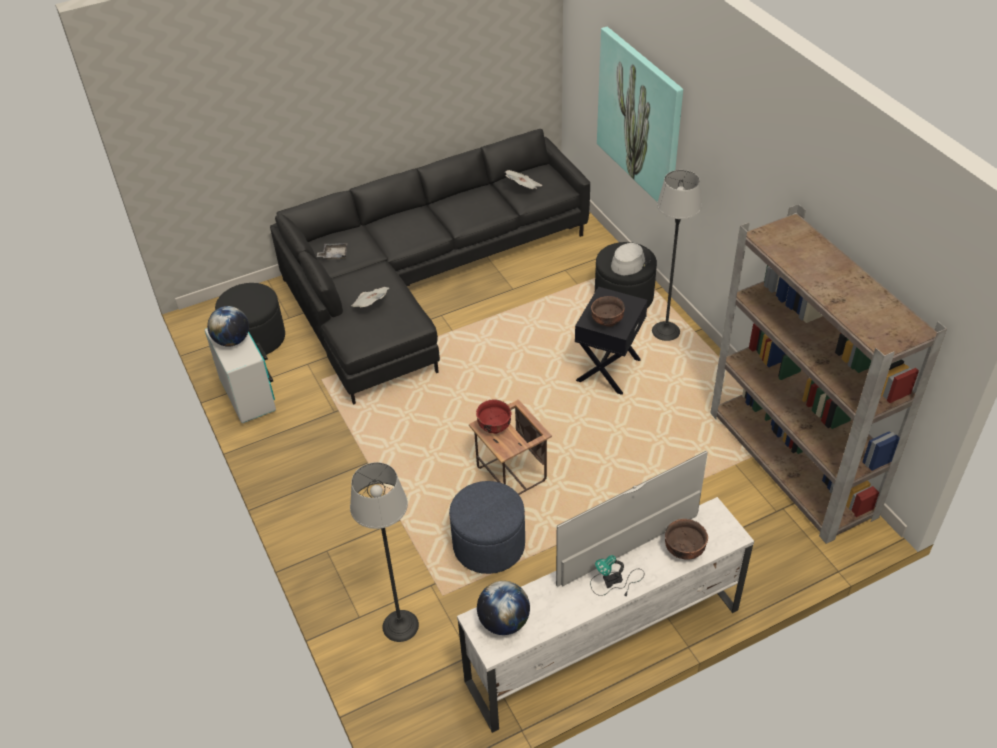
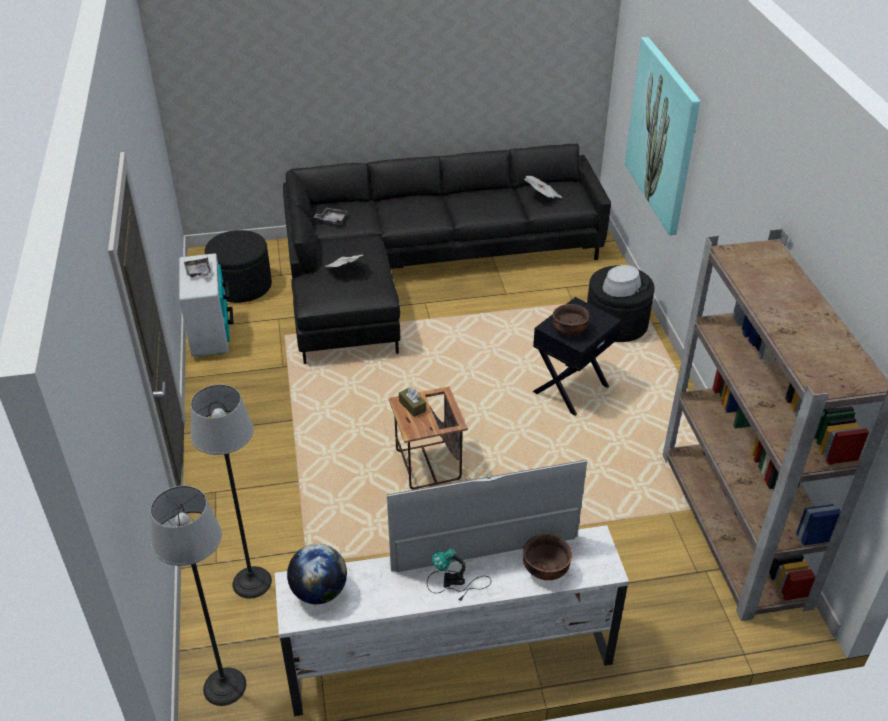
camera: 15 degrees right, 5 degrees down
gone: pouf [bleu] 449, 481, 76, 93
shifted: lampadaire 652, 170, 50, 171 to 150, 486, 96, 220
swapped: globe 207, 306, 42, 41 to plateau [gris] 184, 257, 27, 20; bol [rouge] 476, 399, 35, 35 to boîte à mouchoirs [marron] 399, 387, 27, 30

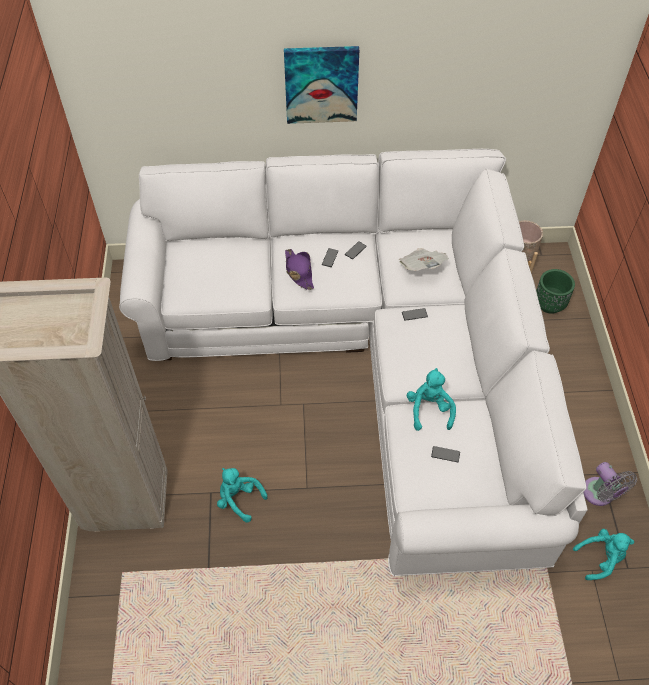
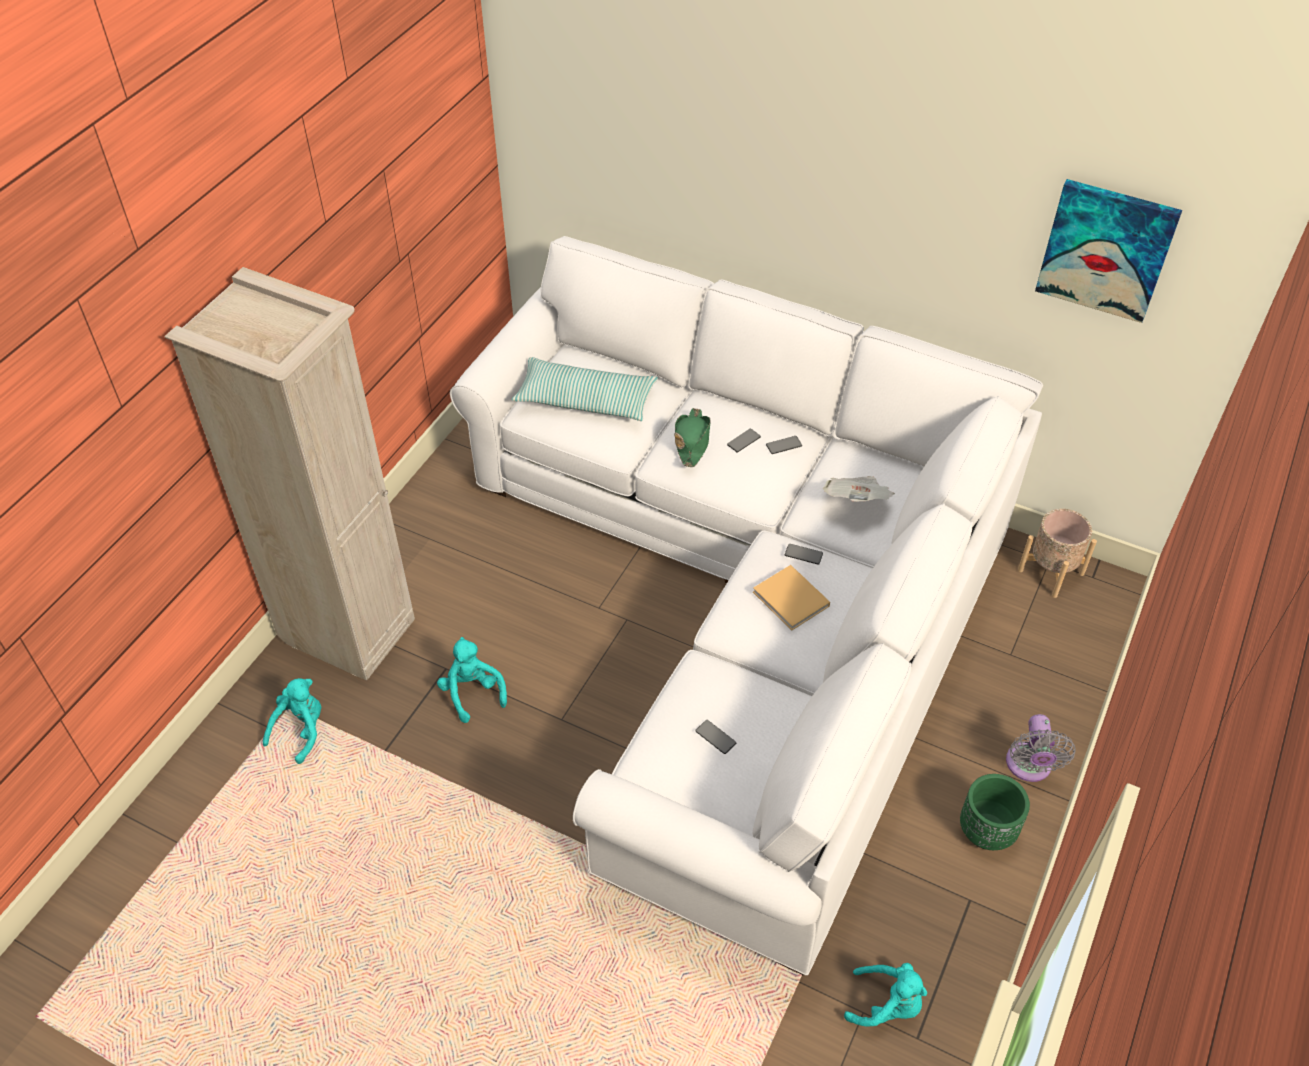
camera: 30 degrees right, 5 degrees down
new: coussin 512, 357, 146, 64; livre [beige] 753, 565, 77, 65
shifted: peluche [turquoise] 407, 368, 49, 63 to 263, 678, 58, 86; cache-pot [vert] 536, 269, 39, 45 to 960, 774, 70, 76; ventilateur [gris] 583, 462, 54, 44 to 1006, 714, 70, 68; tableau 284, 46, 75, 78 to 1035, 179, 147, 144
repainted: chapeau [violet] 285, 249, 29, 41 to chapeau [vert] 674, 408, 37, 59

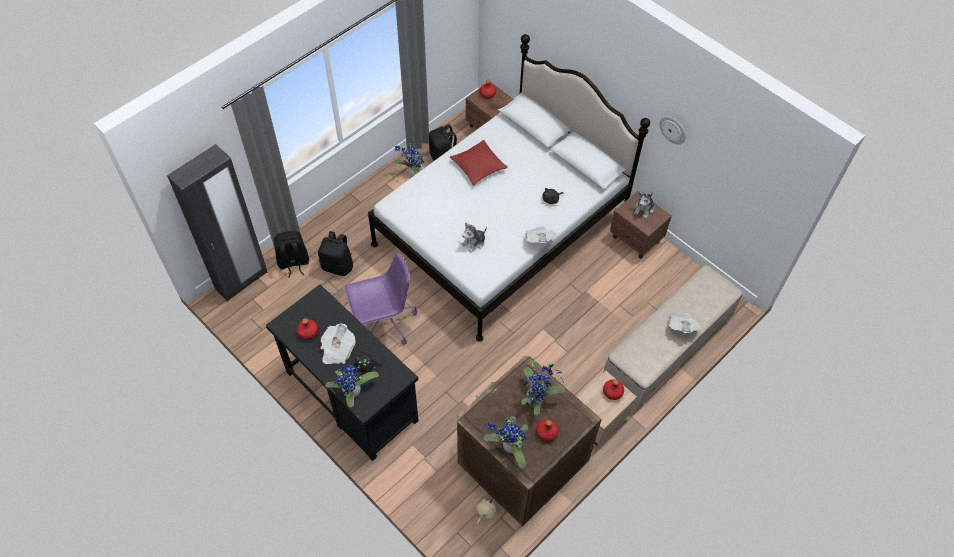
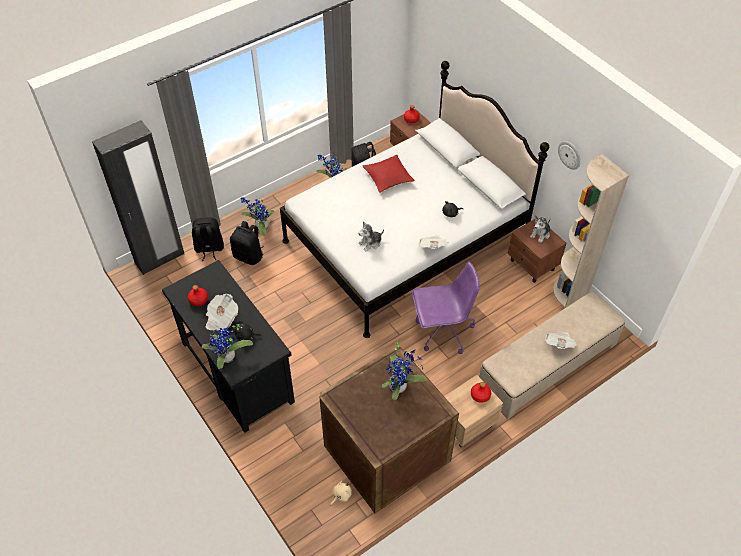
camera: 10 degrees right, 5 degrees down
gone: bouteille [rouge] 536, 419, 23, 23
new: bibliothèque [beige] 553, 154, 76, 154
shifted: plante en pot 484, 416, 44, 52 to 240, 198, 34, 38; chaise de bureau [violet] 344, 252, 73, 93 to 412, 261, 68, 93

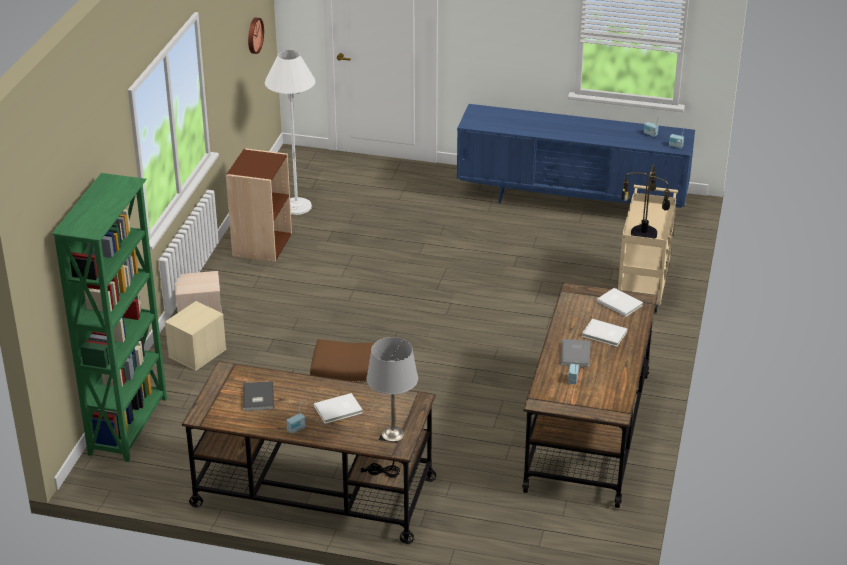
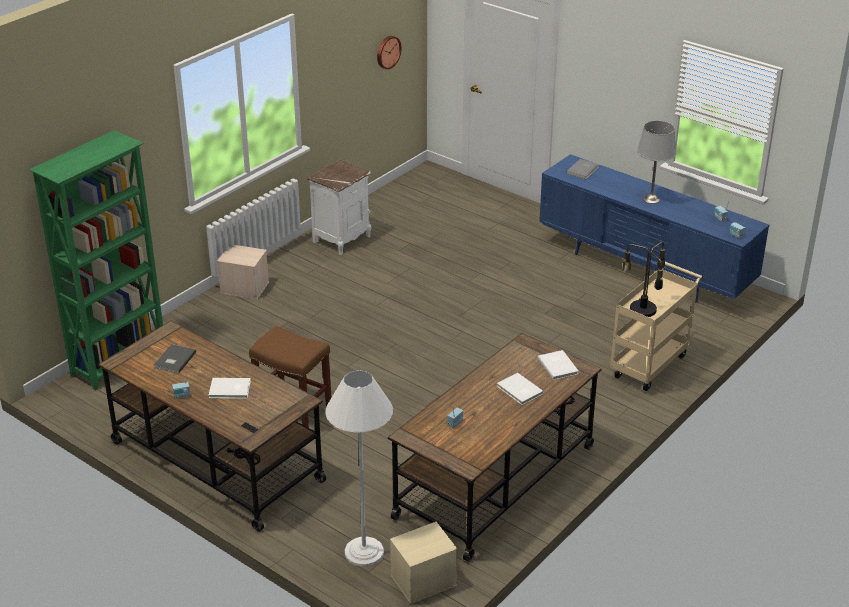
camera: 25 degrees right, 0 degrees up
shifted: lampadaire [blanc] 265, 50, 50, 165 to 325, 370, 68, 197; boîte de rangement [beige] 165, 301, 62, 70 to 390, 522, 68, 82; livre [gris] 560, 339, 31, 28 to 566, 159, 34, 20; lampe de table [gris] 367, 337, 51, 105 to 637, 121, 39, 83
swapped: bibliothèque [marron] 226, 148, 66, 114 to table de chevet [blanc] 307, 159, 64, 96

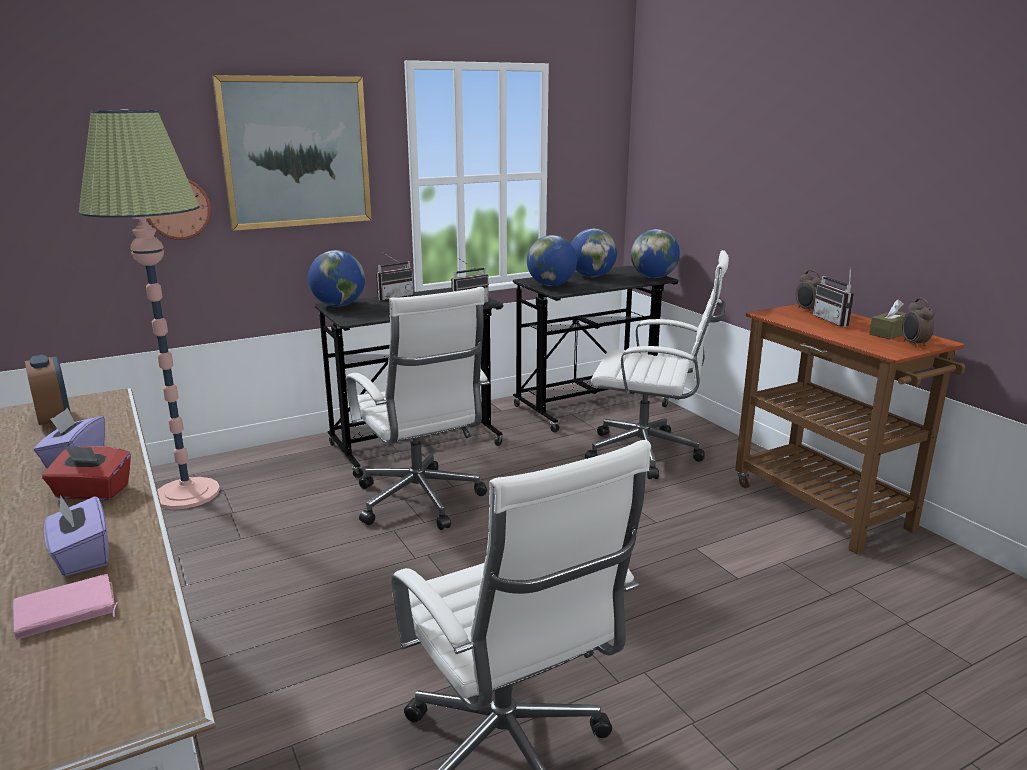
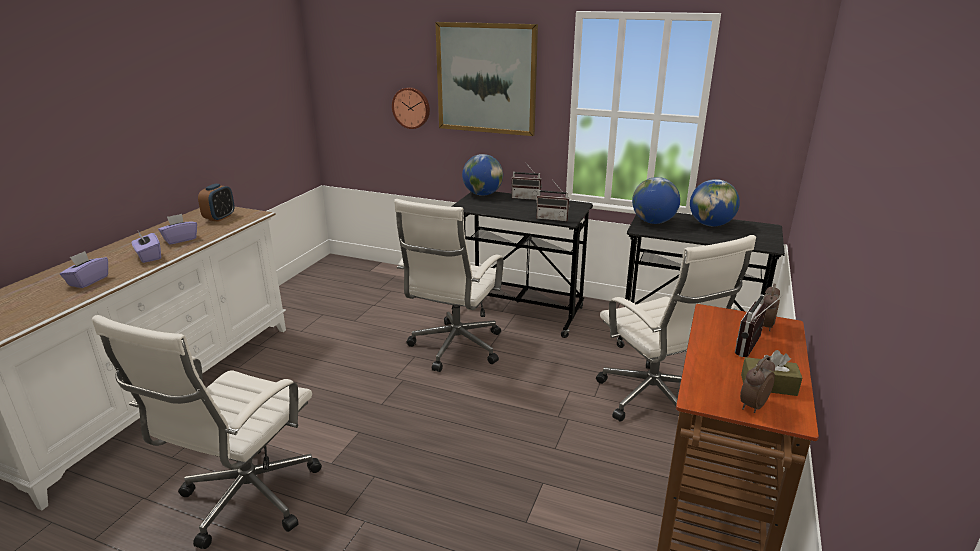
camera: 50 degrees right, 5 degrees up
gone: livre [rose] 13, 574, 105, 65; lampadaire 78, 109, 142, 401; globe 631, 229, 49, 49
repainted: boîte à mouchoirs [rouge] 42, 445, 89, 55 to boîte à mouchoirs [violet] 131, 231, 30, 32

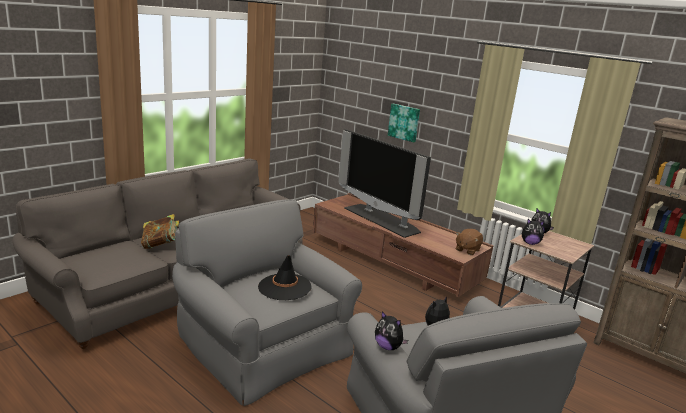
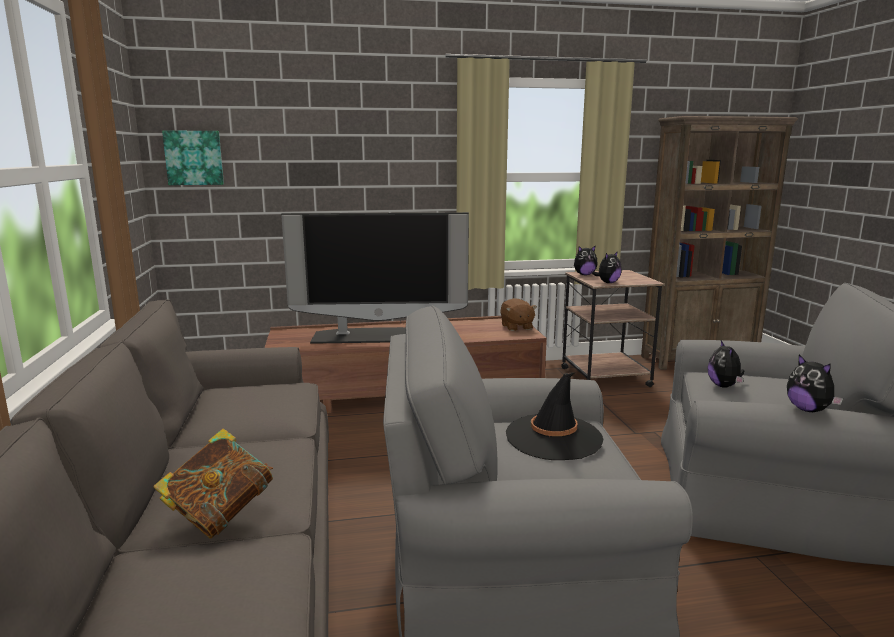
camera: 50 degrees left, 5 degrees down
shifted: tableau 388, 104, 32, 38 to 162, 130, 62, 55
rotated: peluche 375, 311, 33, 39 = 787, 354, 56, 58 75 degrees clockwise

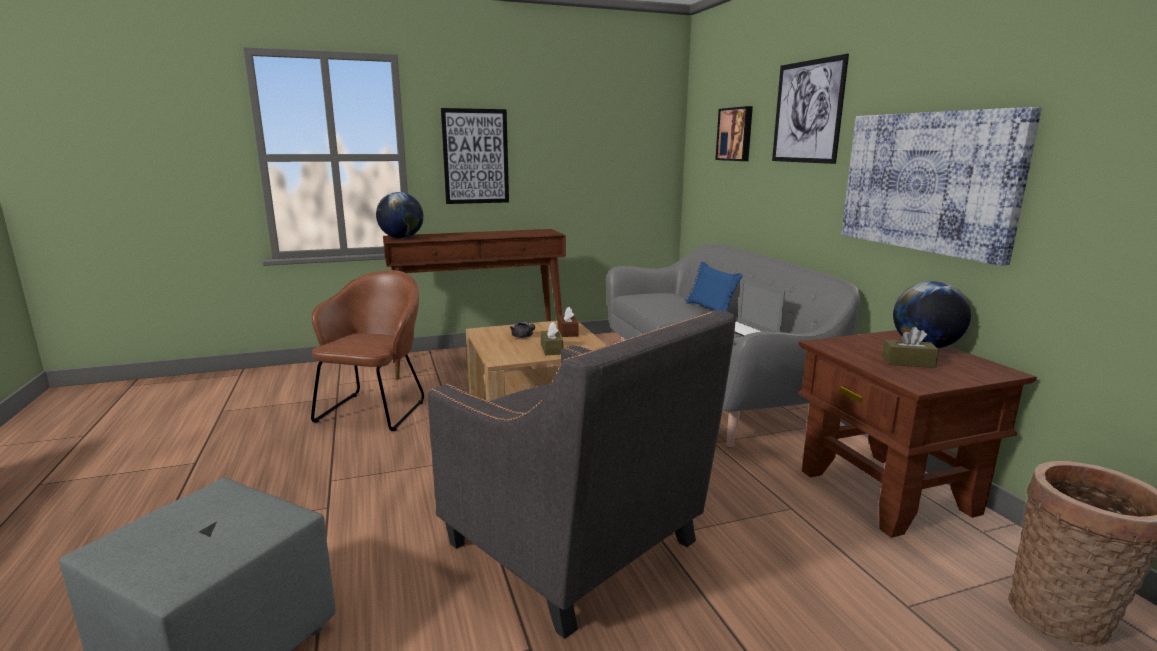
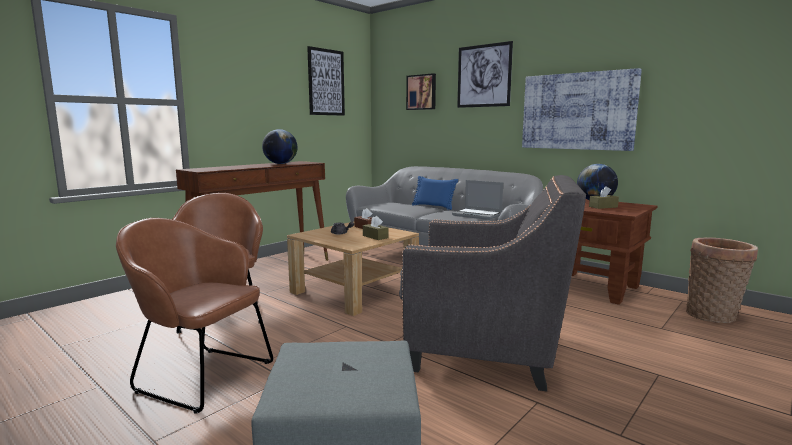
camera: 30 degrees left, 5 degrees down
new: fauteuil [marron] 116, 218, 157, 196
shifted: globe 376, 192, 48, 47 to 262, 129, 35, 35; tableau 441, 108, 68, 96 to 307, 46, 38, 70

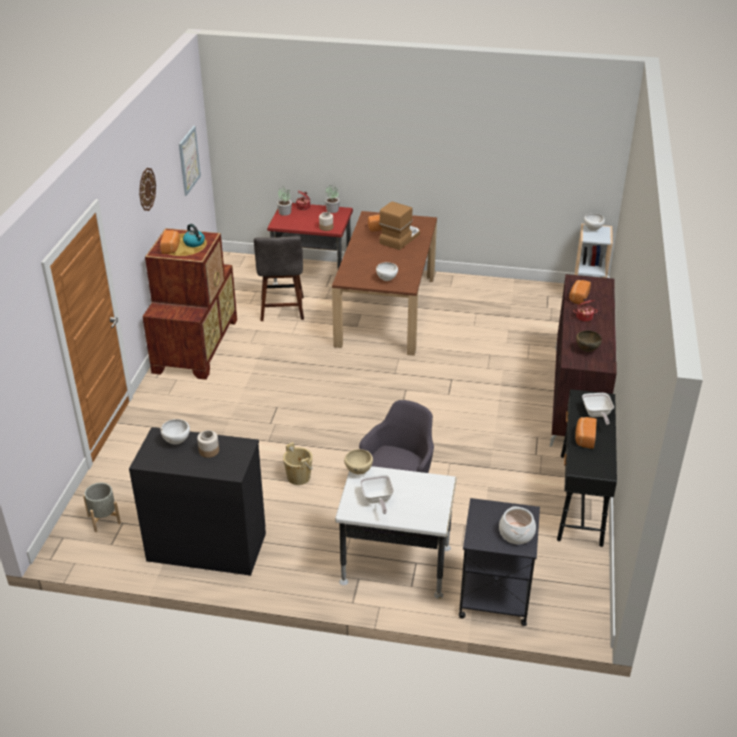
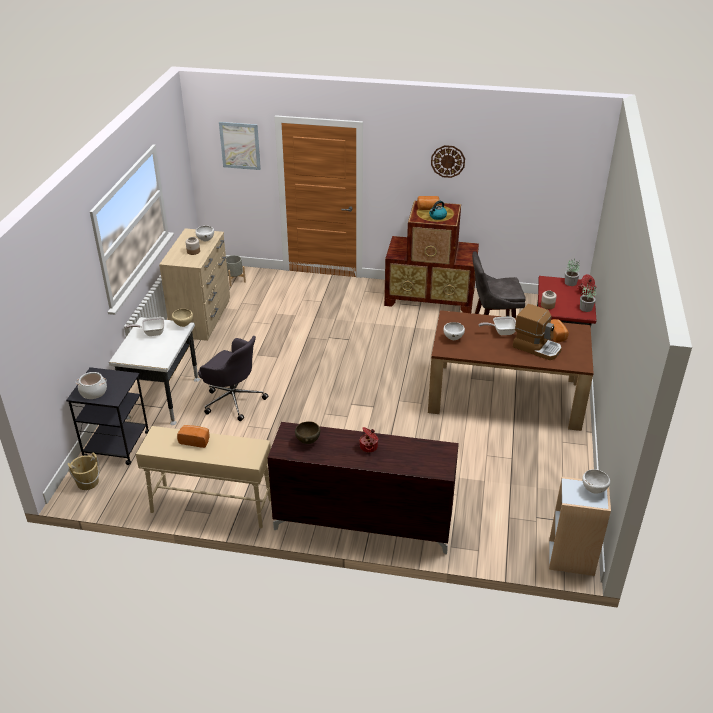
camera: 90 degrees right, 0 degrees up
gone: pain 569, 280, 22, 24
shifted: seau [beige] 283, 442, 30, 43 to 67, 452, 33, 38; tableau 179, 126, 22, 70 to 219, 122, 42, 48; poêle 582, 393, 32, 32 to 479, 316, 37, 19
repainted: table console [noir] 557, 389, 60, 158 to table console [beige] 136, 426, 135, 102; commode [noir] 129, 427, 137, 149 to commode [beige] 159, 228, 71, 113

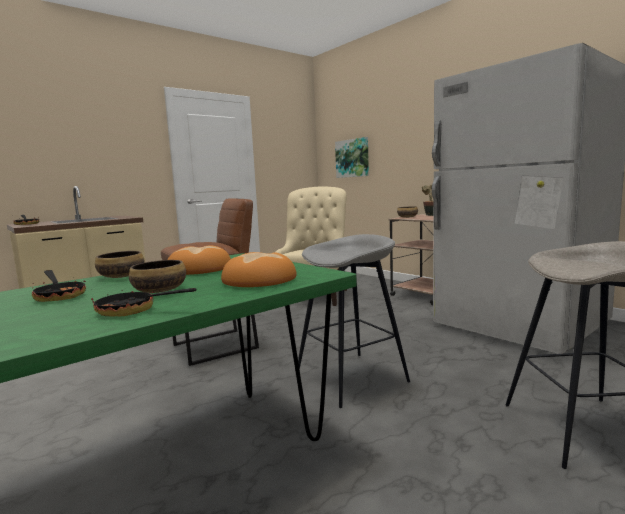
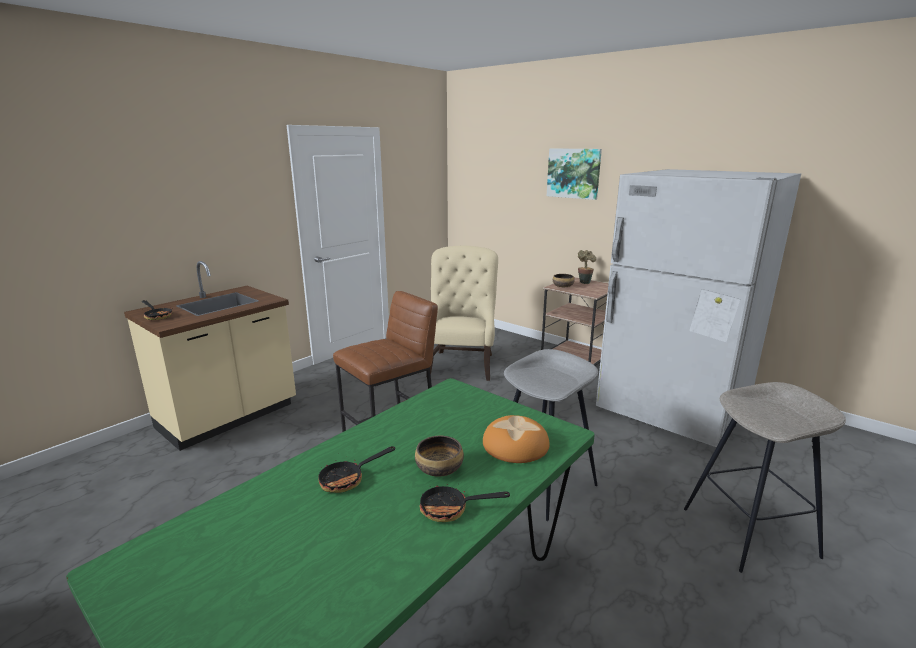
camera: 10 degrees left, 10 degrees up
gone: bol 95, 251, 50, 27; pain 168, 245, 63, 30
shifted: tableau 335, 137, 34, 41 to 547, 148, 55, 52
rotated: poêle 30, 270, 56, 32 = 318, 446, 77, 47 105 degrees clockwise

